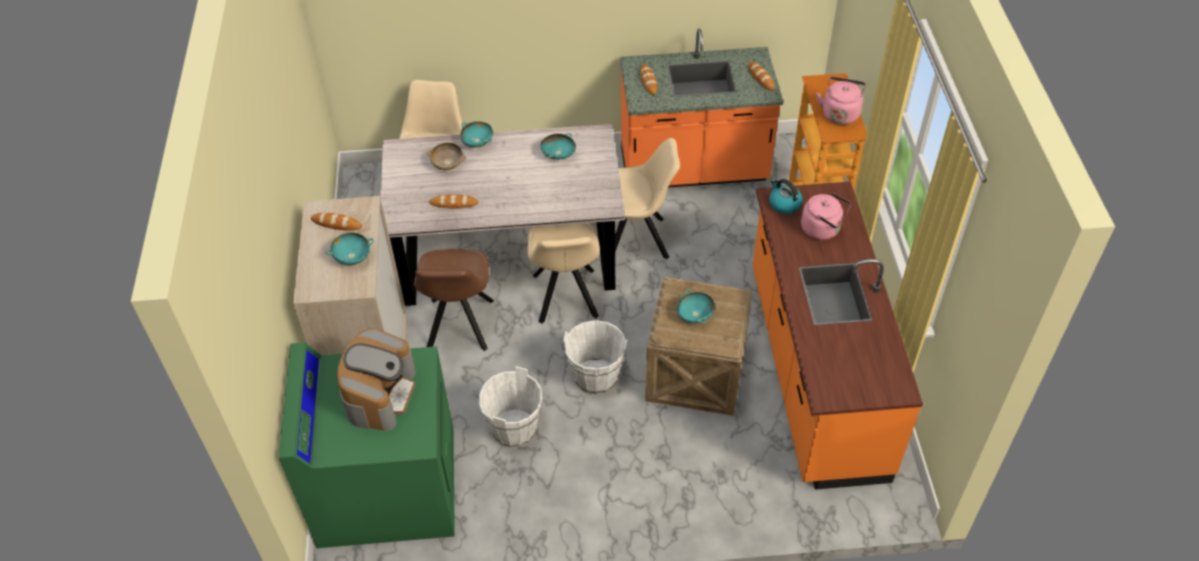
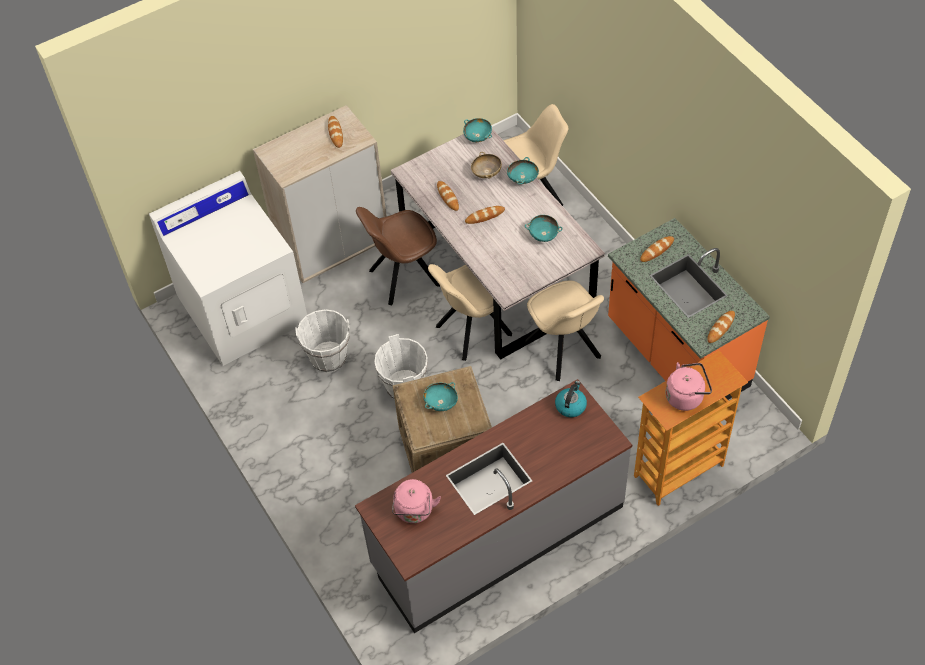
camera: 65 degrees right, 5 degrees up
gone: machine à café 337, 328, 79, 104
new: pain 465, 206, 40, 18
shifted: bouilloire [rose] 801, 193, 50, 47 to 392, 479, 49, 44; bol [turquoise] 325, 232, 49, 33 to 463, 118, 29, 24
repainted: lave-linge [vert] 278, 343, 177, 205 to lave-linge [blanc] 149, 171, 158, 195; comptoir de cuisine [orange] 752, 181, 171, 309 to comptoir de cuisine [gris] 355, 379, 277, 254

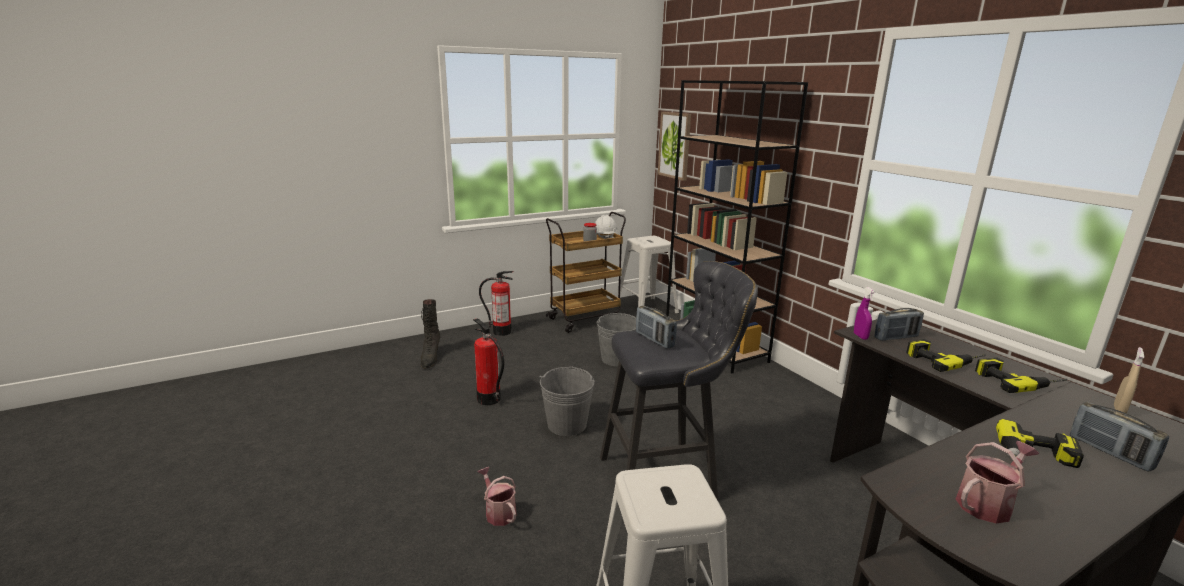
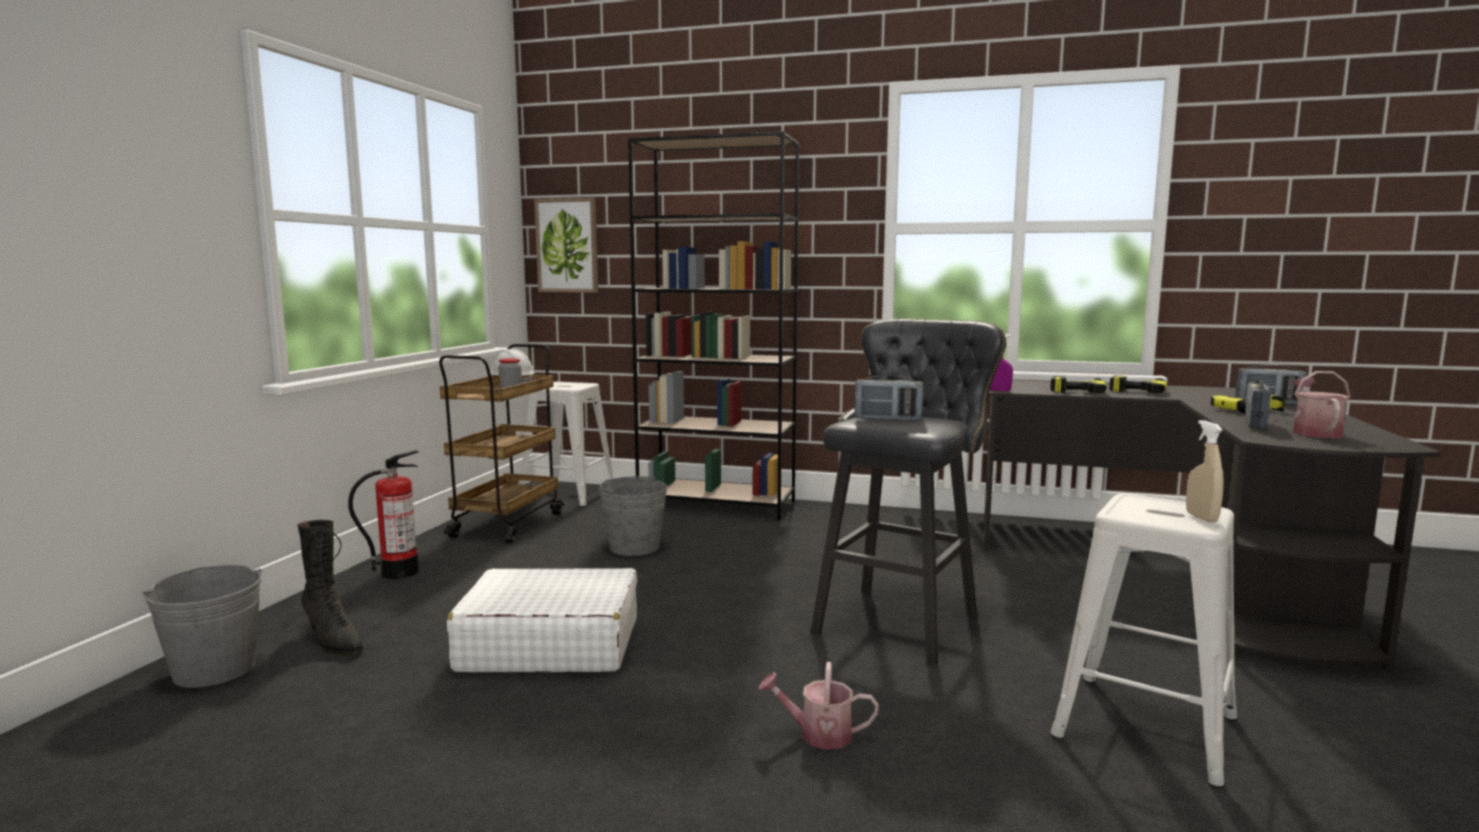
camera: 45 degrees left, 10 degrees down
shifted: seau [gris] 539, 367, 56, 69 to 142, 565, 120, 123; vaporisateur [beige] 1114, 347, 30, 68 to 1186, 420, 38, 102; radio 874, 308, 50, 33 to 1245, 380, 26, 49
swapped: extincteur 473, 318, 31, 87 to valise [blanc] 447, 568, 190, 104

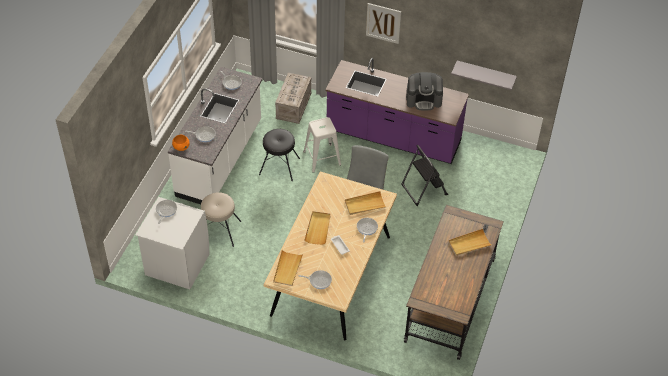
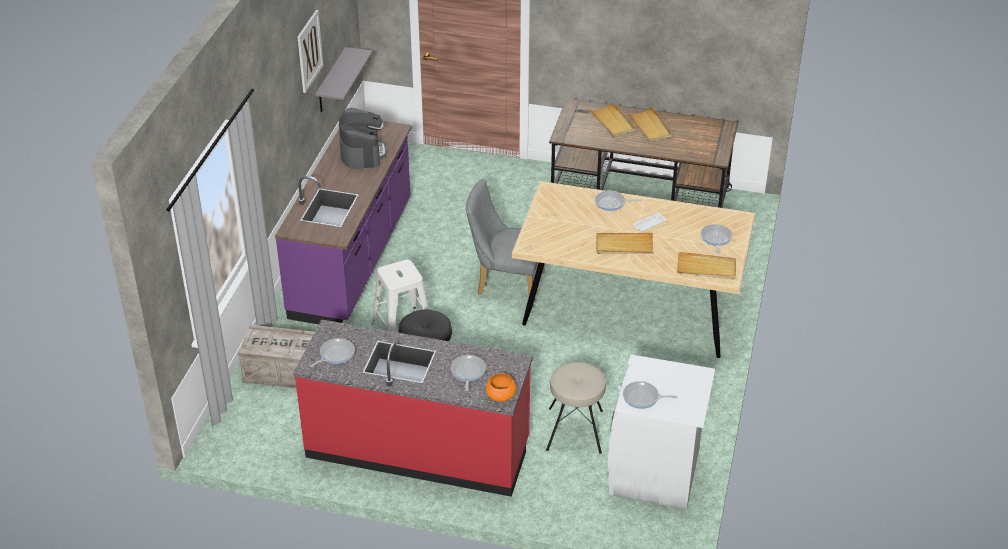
camera: 95 degrees left, 10 degrees down
gone: escabeau [noir] 401, 145, 47, 61
shifted: tableau 366, 3, 35, 41 to 298, 10, 25, 83; plateau [beige] 345, 191, 41, 24 to 626, 107, 46, 35
repainted: comptoir de cuisine [blanc] 168, 67, 95, 137 to comptoir de cuisine [rouge] 293, 319, 240, 178

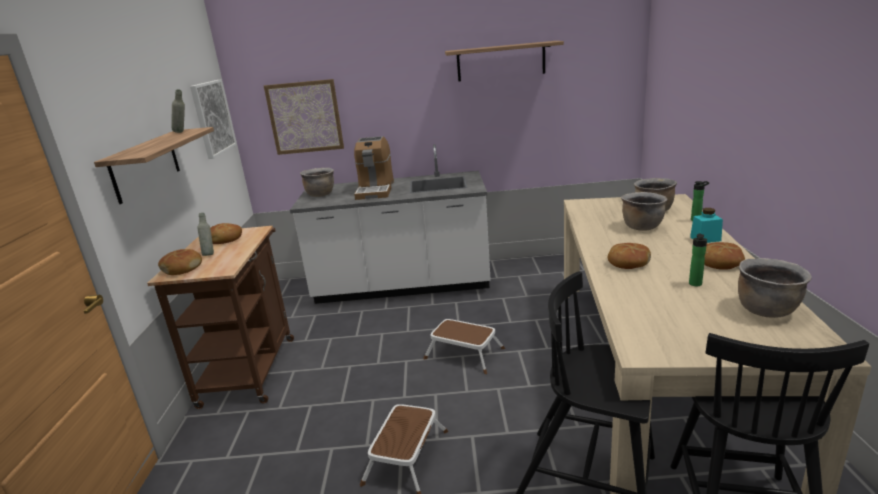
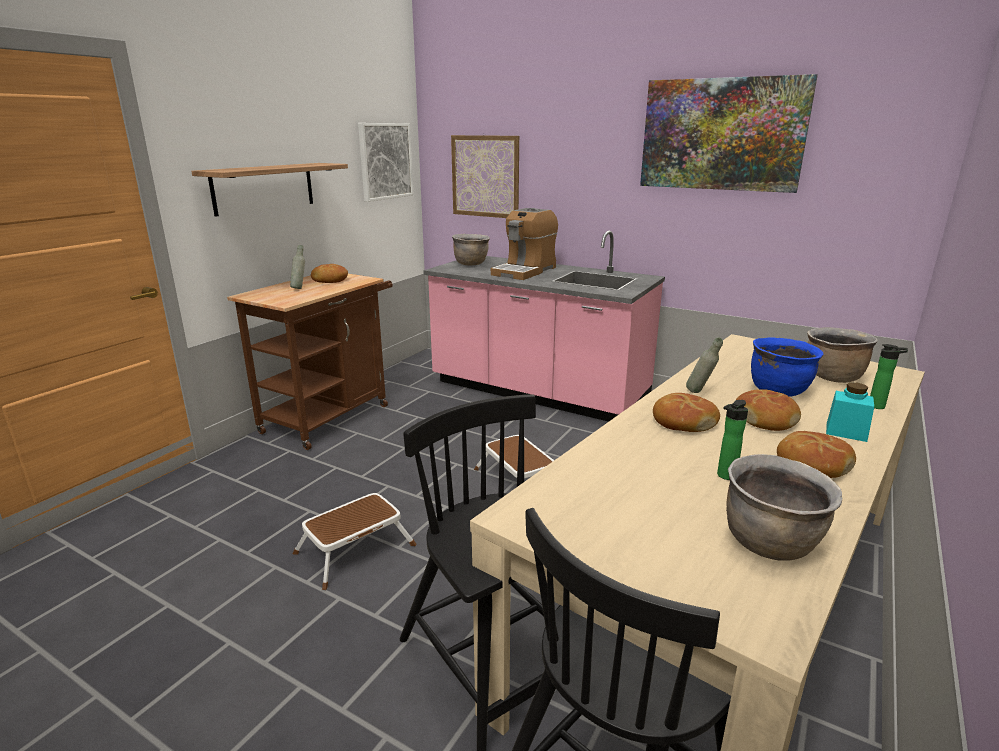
camera: 30 degrees right, 0 degrees up
shifted: bouteille [gris] 171, 89, 14, 44 to 686, 338, 37, 55; pain 158, 249, 44, 26 to 736, 389, 65, 42
swapped: étagère 445, 41, 119, 41 to tableau 640, 74, 178, 119
repainted: comptoir de cuisine [blanc] 290, 144, 201, 160 to comptoir de cuisine [rose] 423, 231, 242, 191; marmite [marron] 621, 192, 46, 39 to marmite [bleu] 751, 337, 72, 60

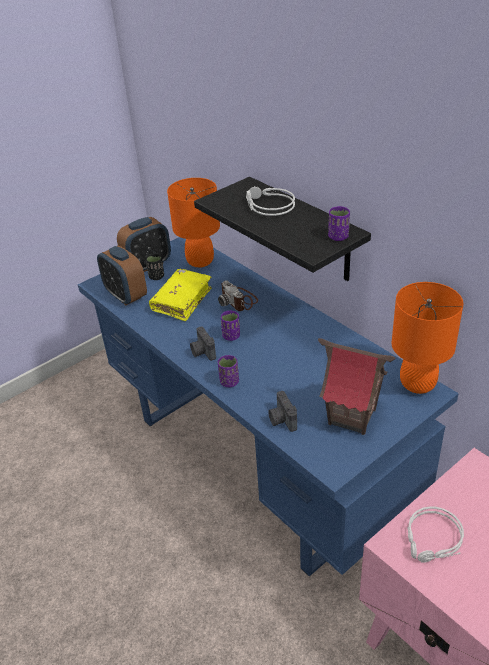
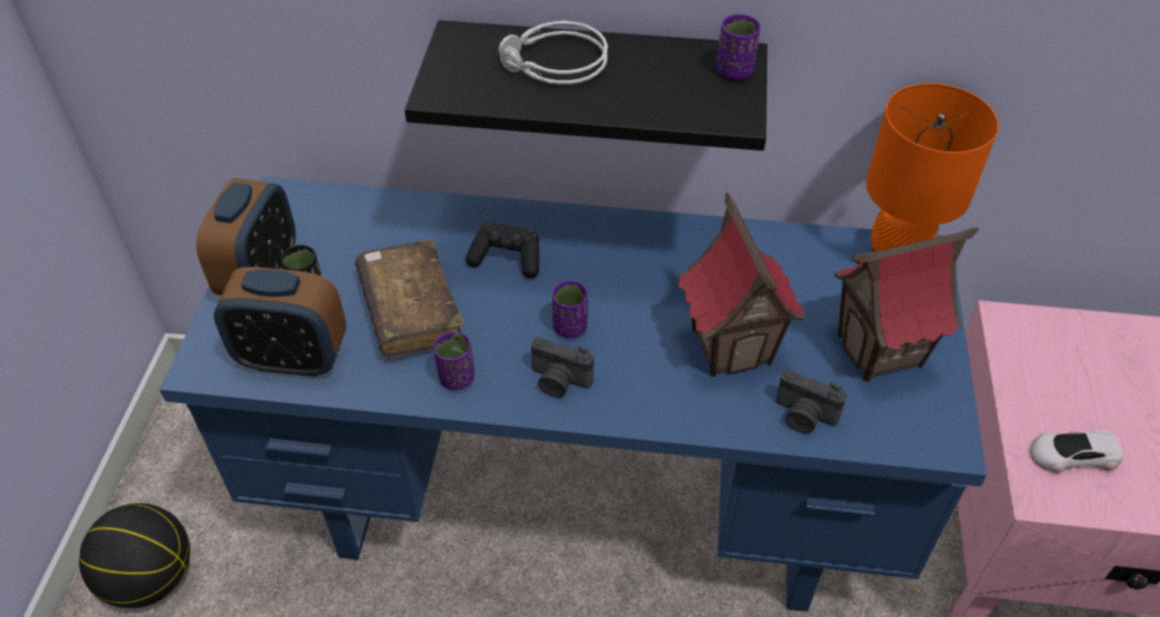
camera: 45 degrees left, 10 degrees up
gone: lampe de table [orange] 167, 178, 53, 90
new: ballon de basket 79, 503, 111, 105; maison miniature 678, 192, 127, 185
shifted: tasse [violet] 218, 355, 21, 32 to 433, 331, 42, 59
swapped: appareil photo 218, 280, 40, 31 to manette [noir] 466, 222, 73, 56; casque audio [gris] 408, 507, 56, 56 to petite voiture [blanc] 1030, 430, 92, 43
repainted: livre [jaune] 149, 269, 63, 52 to livre [marron] 355, 239, 109, 119

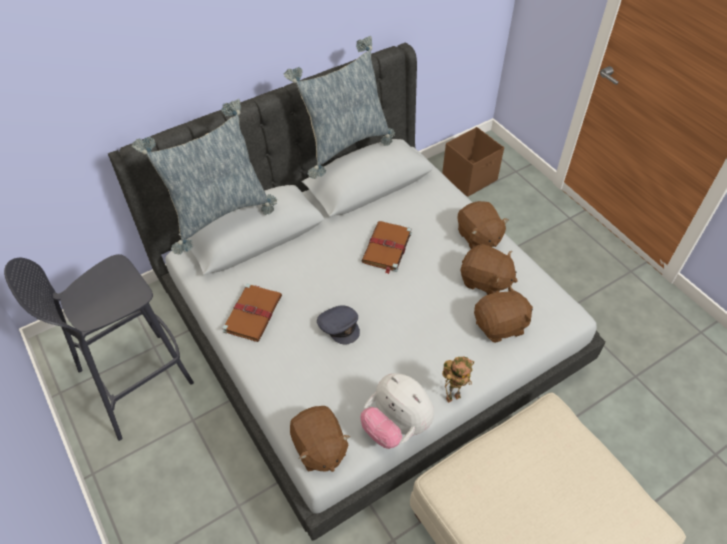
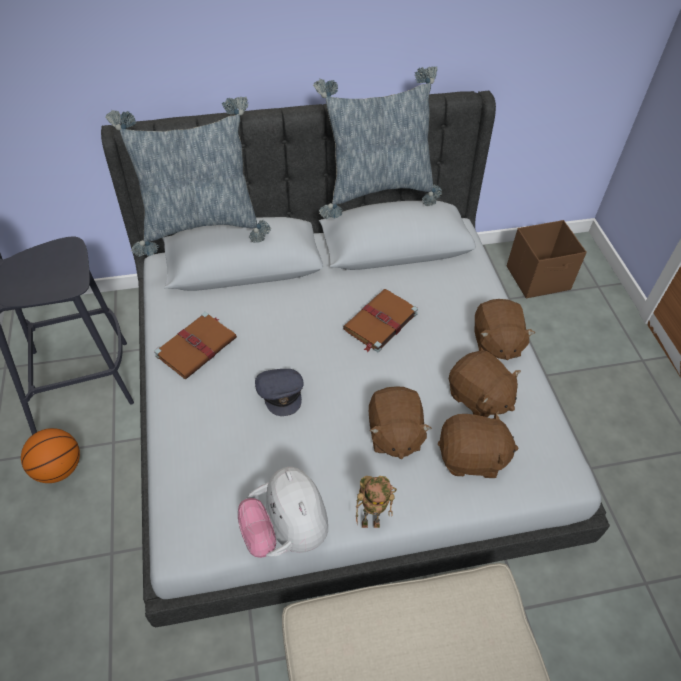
camera: 20 degrees right, 0 degrees up
new: ballon de basket 21, 428, 59, 55
shifted: peluche [marron] 290, 406, 60, 66 to 369, 386, 63, 73

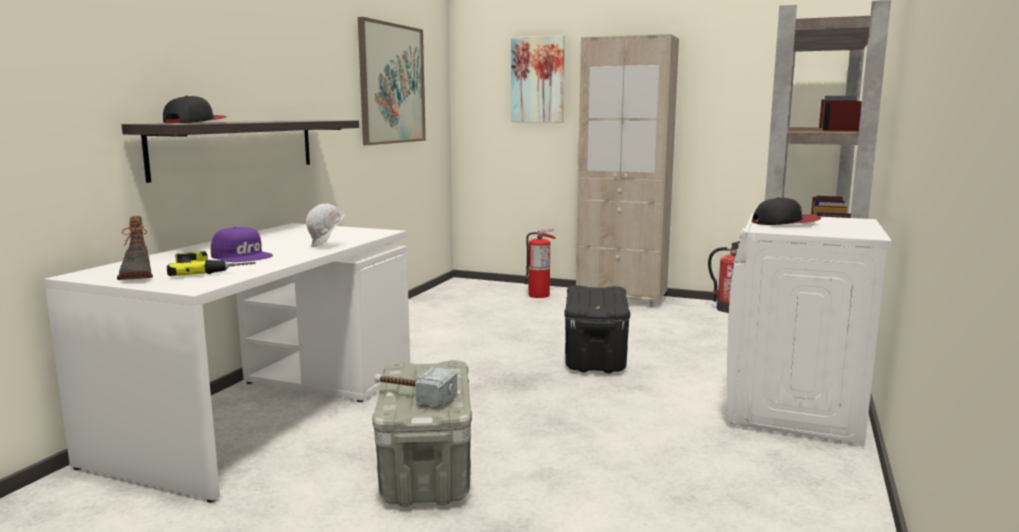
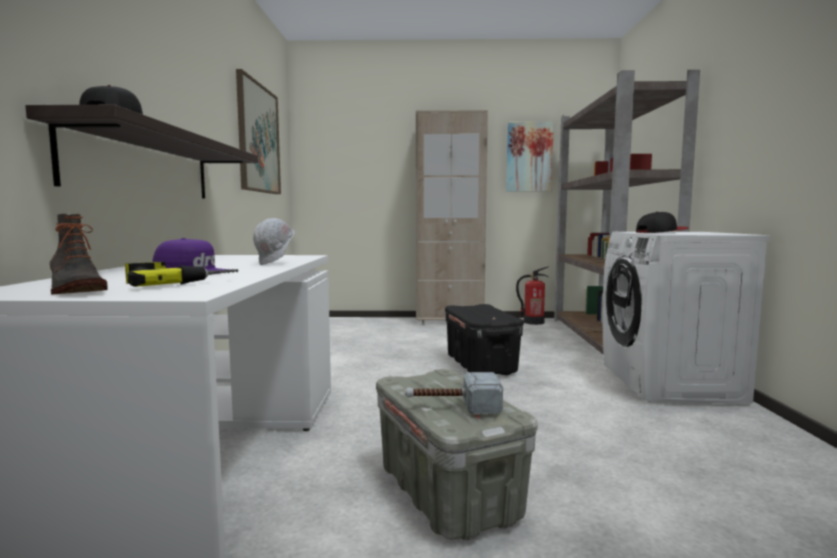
camera: 20 degrees left, 5 degrees down
gone: extincteur 524, 228, 32, 70
shifted: tableau 511, 35, 54, 87 to 506, 121, 48, 71

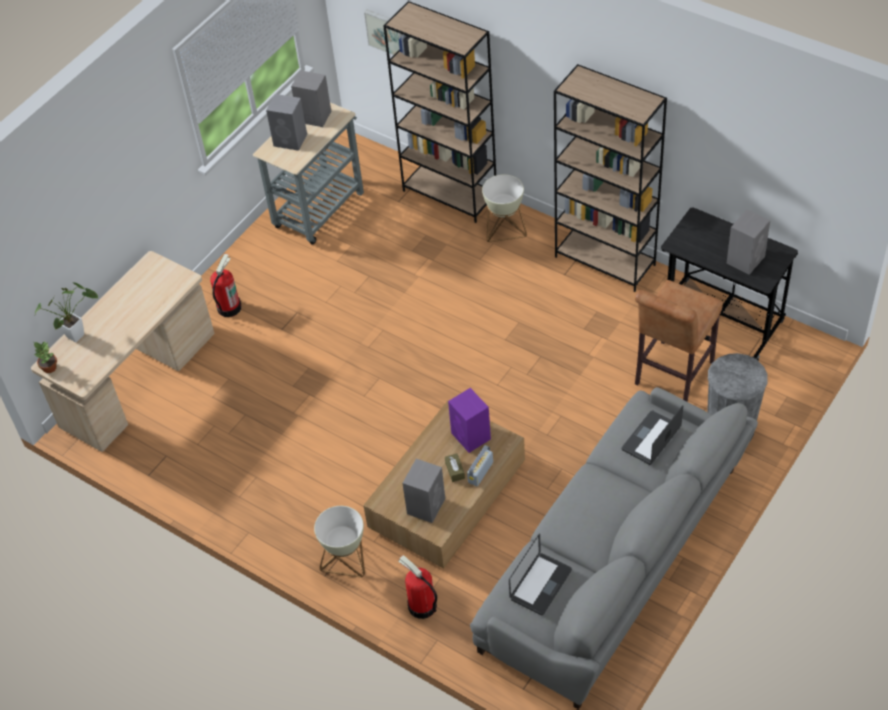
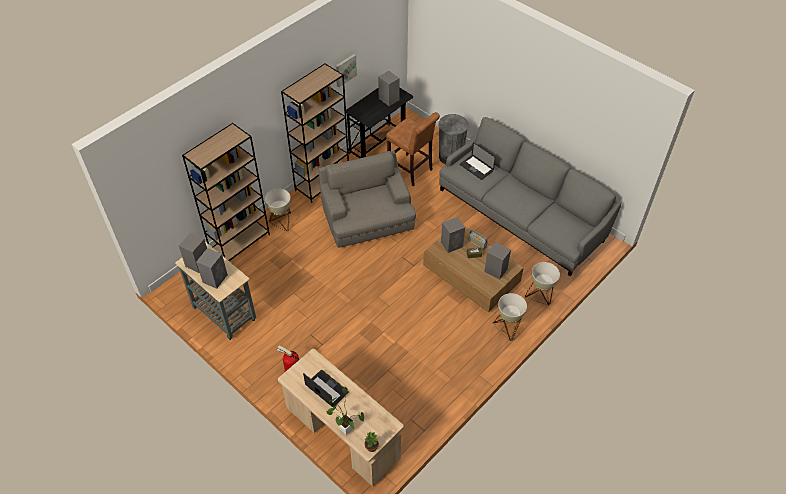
camera: 85 degrees left, 0 degrees up
new: fauteuil [gris] 319, 151, 97, 97
shifted: ordinateur portable 509, 533, 63, 82 to 303, 370, 46, 37; tableau 364, 10, 39, 45 to 335, 54, 22, 33
swapped: extincteur 398, 555, 39, 64 to cache-pot 525, 262, 35, 43
repainted: enceinte [violet] 448, 388, 43, 65 to enceinte [gris] 441, 217, 24, 36

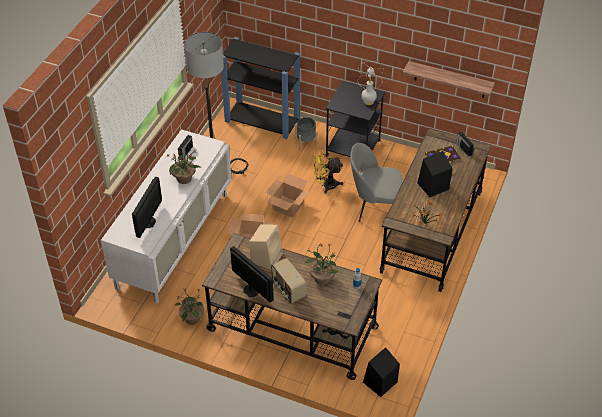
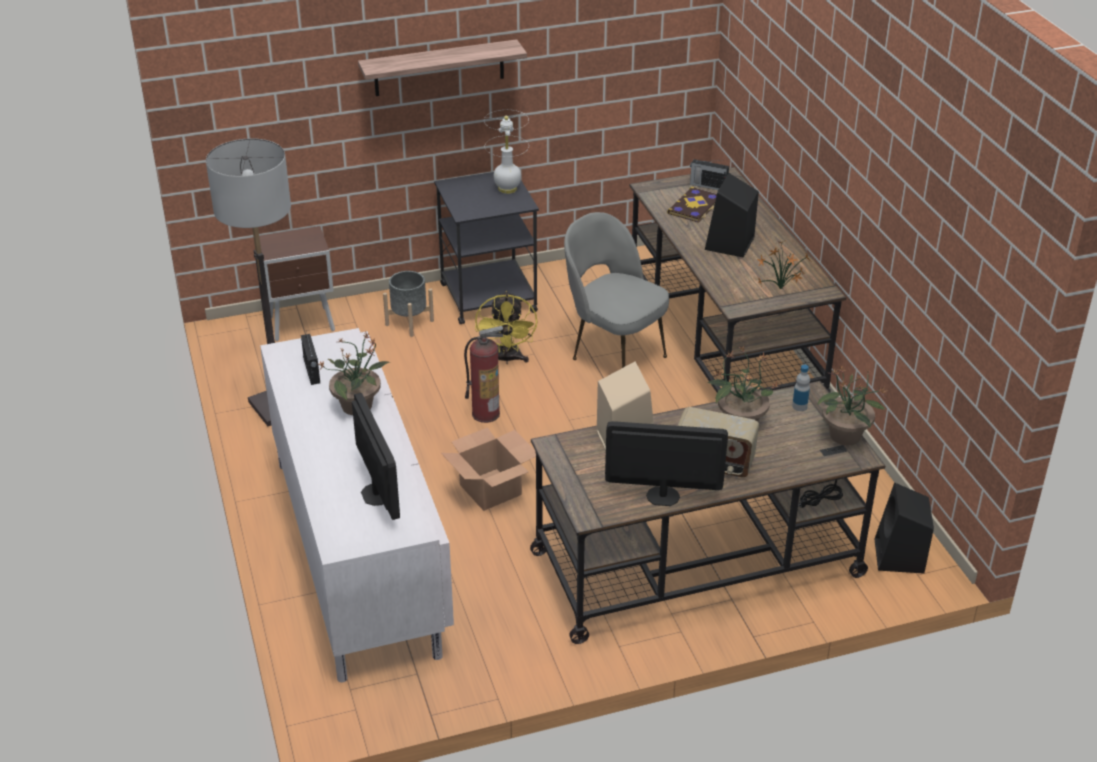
camera: 40 degrees left, 10 degrees down
shifted: étagère 403, 61, 92, 37 to 358, 39, 169, 57; plante en pot 175, 288, 29, 37 to 817, 366, 70, 79
swapped: bibliothèque [noir] 221, 37, 79, 102 to table de chevet [marron] 259, 226, 76, 115; carton 266, 173, 43, 45 to extincteur 464, 326, 39, 97
rotated: ventilateur [jaune] 314, 150, 29, 44 = 475, 291, 62, 73 45 degrees counterclockwise; chaise [gris] 350, 143, 53, 79 = 564, 212, 105, 156 75 degrees clockwise

